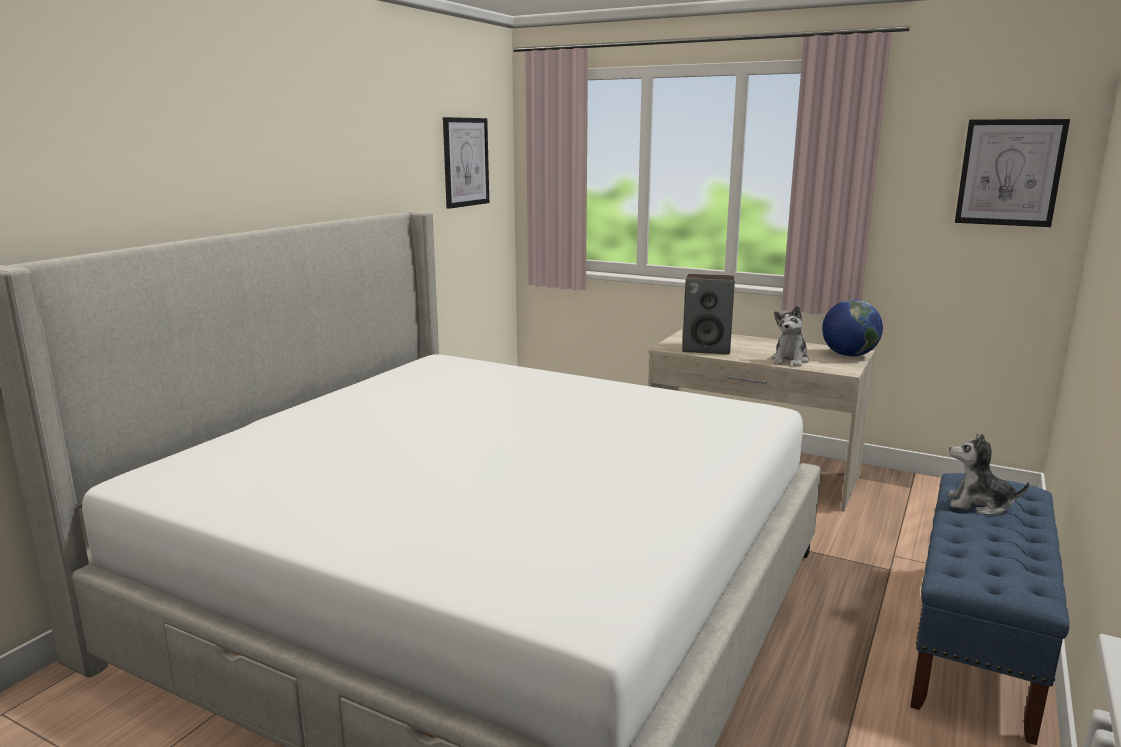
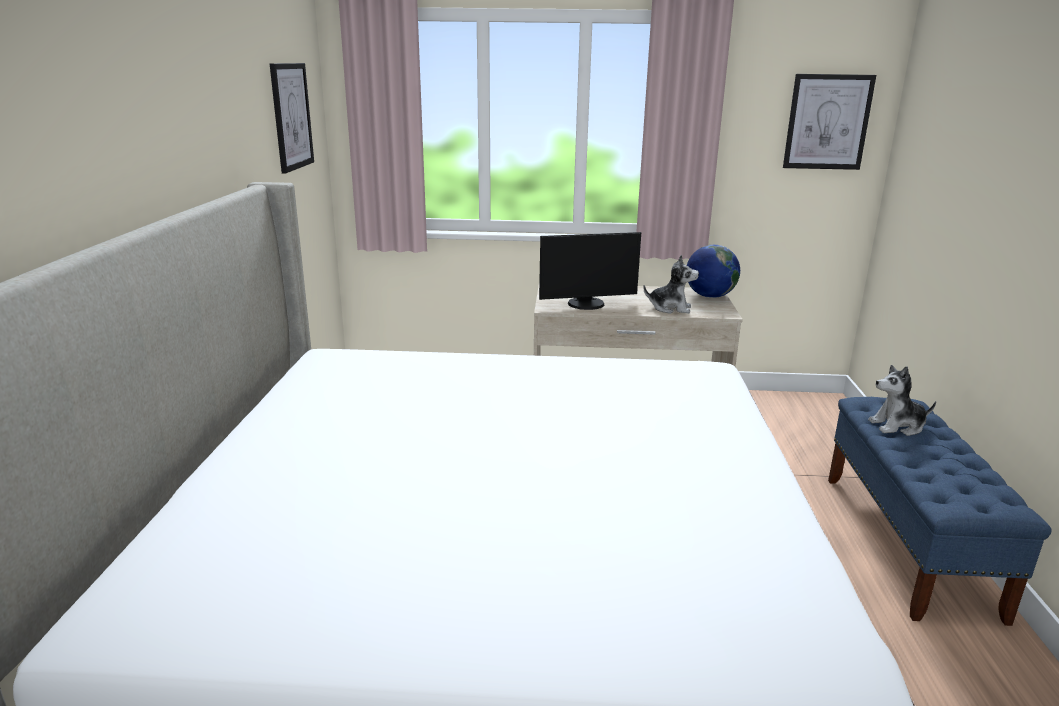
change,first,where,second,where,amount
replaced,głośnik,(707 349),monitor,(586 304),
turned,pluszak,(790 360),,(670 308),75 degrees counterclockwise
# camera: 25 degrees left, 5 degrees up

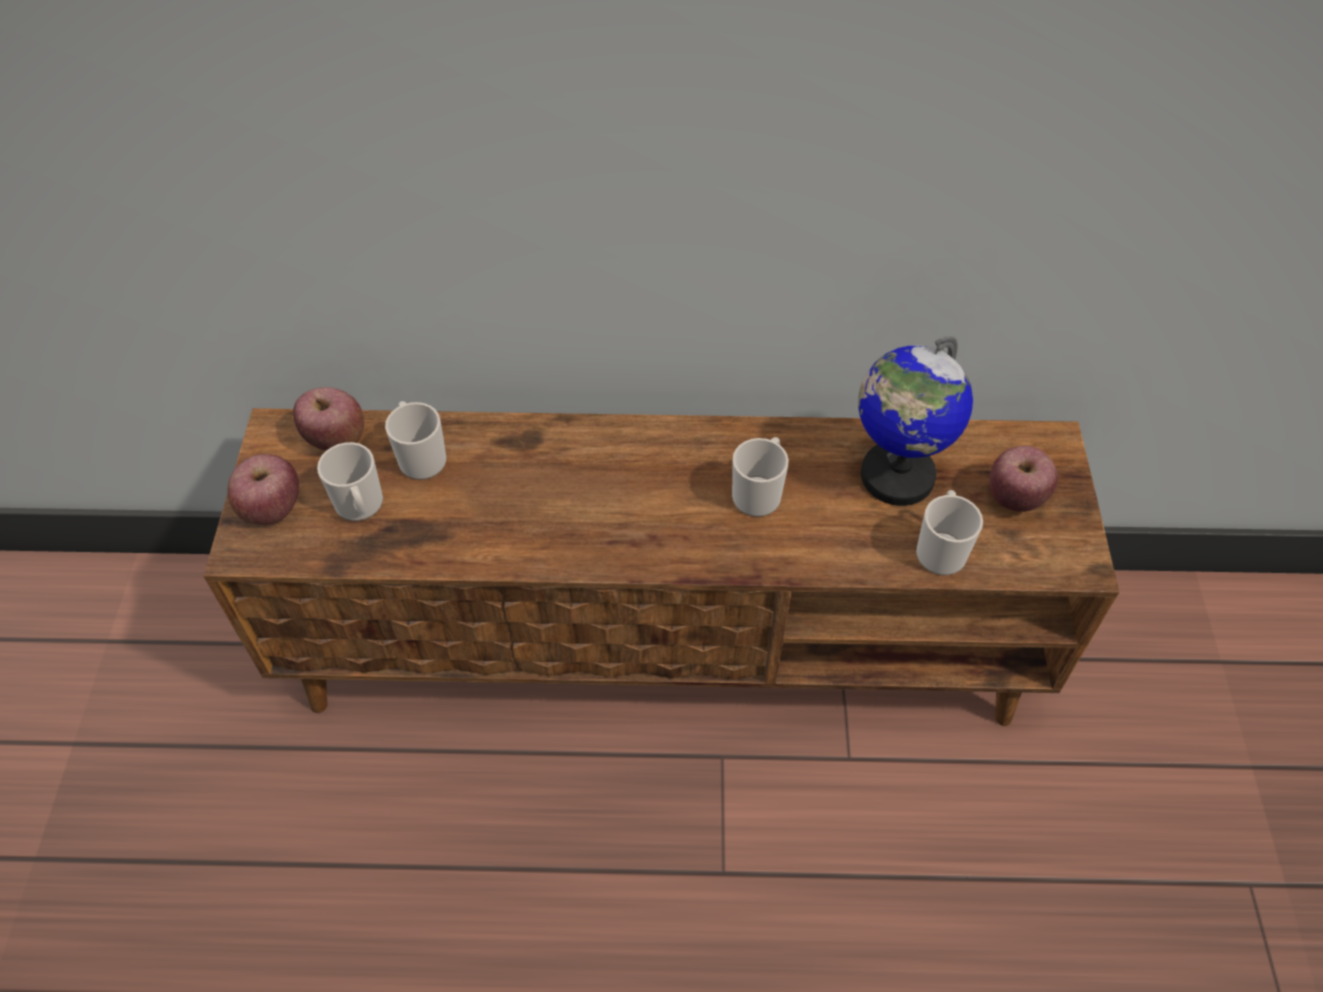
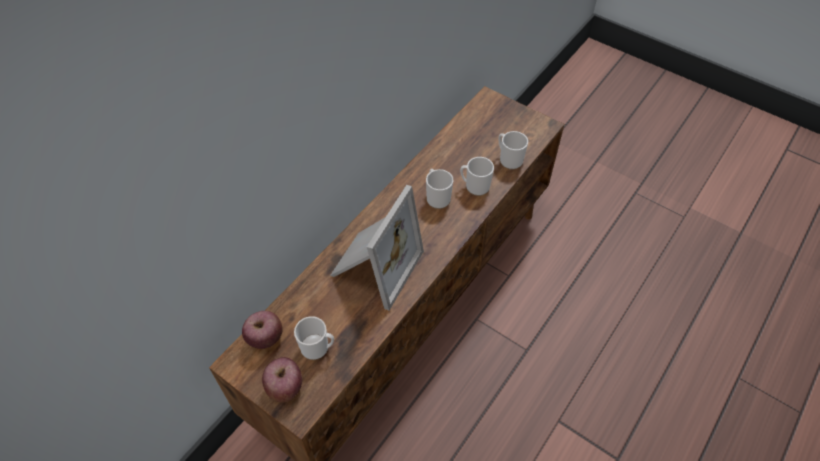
change,first,where,second,where,amount
added,,,ramka na zdjęcie,(374 266),
moved,kubek,(420 457),,(474 186),
removed,globus,(896 476),,,
removed,jabłko,(1015 498),,,
# camera: 55 degrees left, 0 degrees up

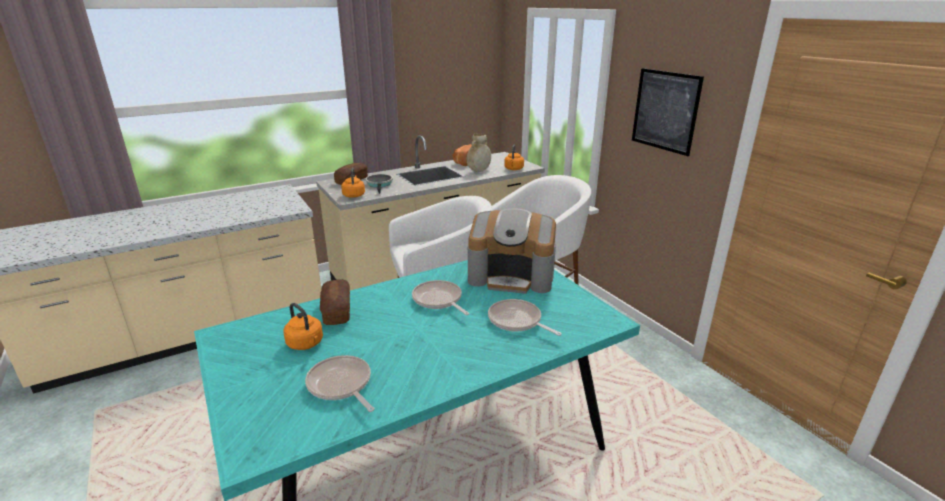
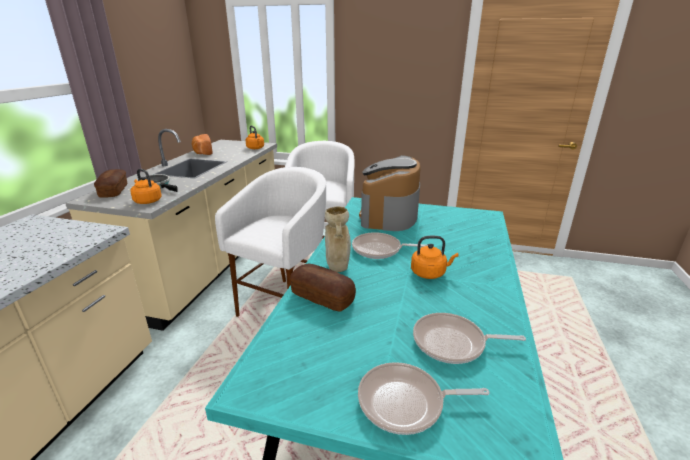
change,first,where,second,where,amount
moved,wazon [beżowy],(479 171),,(338 268),
moved,patelnia,(517 321),,(406 403),
turned,ekspres do kawy,(512 276),,(389 215),135 degrees clockwise
moved,czajnik [pomarańczowy],(306 344),,(430 273),
removed,obraz,(665 111),,,
# camera: 45 degrees left, 0 degrees up

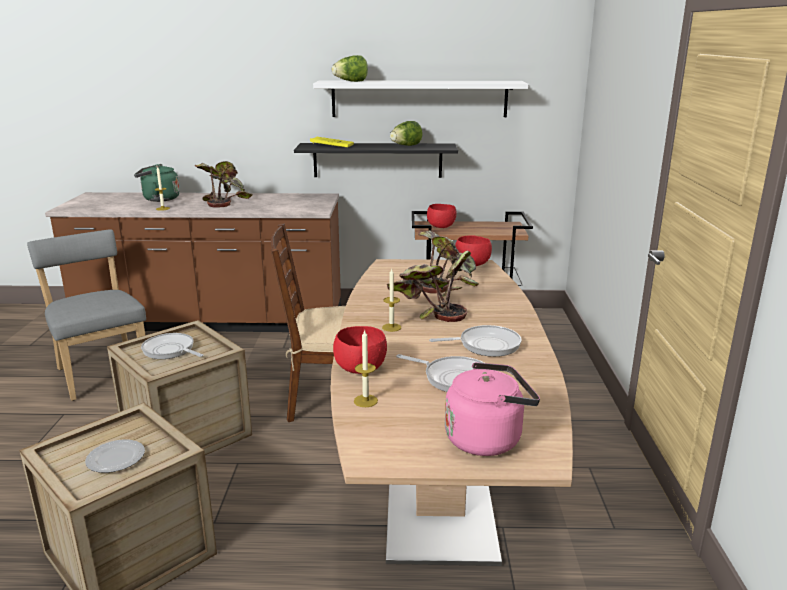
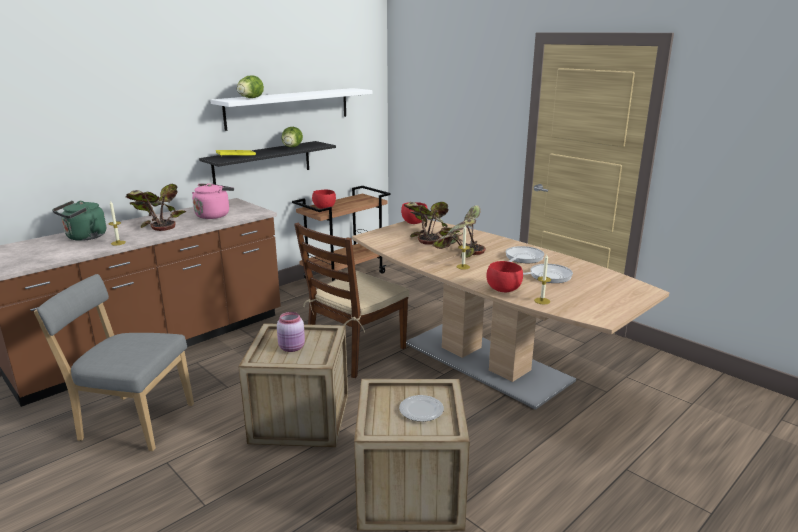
change,first,where,second,where,amount
moved,czajnik [różowy],(487 438),,(214 215),
replaced,patelnia,(170 350),słoik [różowy],(292 348),
# camera: 45 degrees left, 0 degrees up

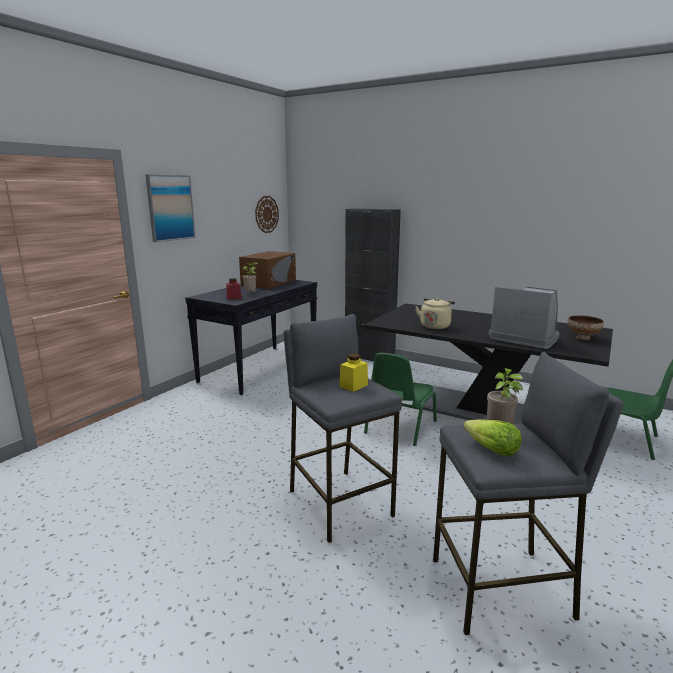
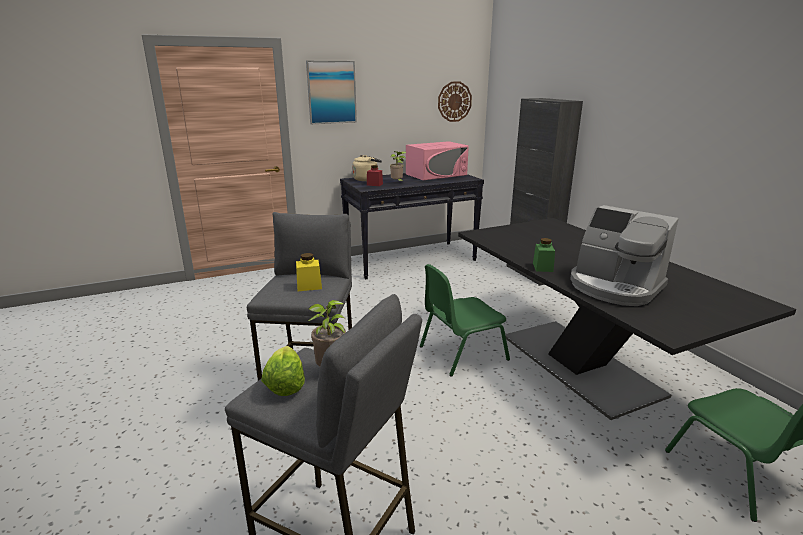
change,first,where,second,where,amount
moved,czajnik [beżowy],(435 326),,(366 179),
recoloured,mikrofalówka [brązowy],(269 282),mikrofalówka [różowy],(436 174),
added,,,słoik [zielony],(542 267),
turned,ekspres do kawy,(524 338),,(614 287),150 degrees clockwise
removed,miska,(583 338),,,
# camera: 35 degrees right, 5 degrees up

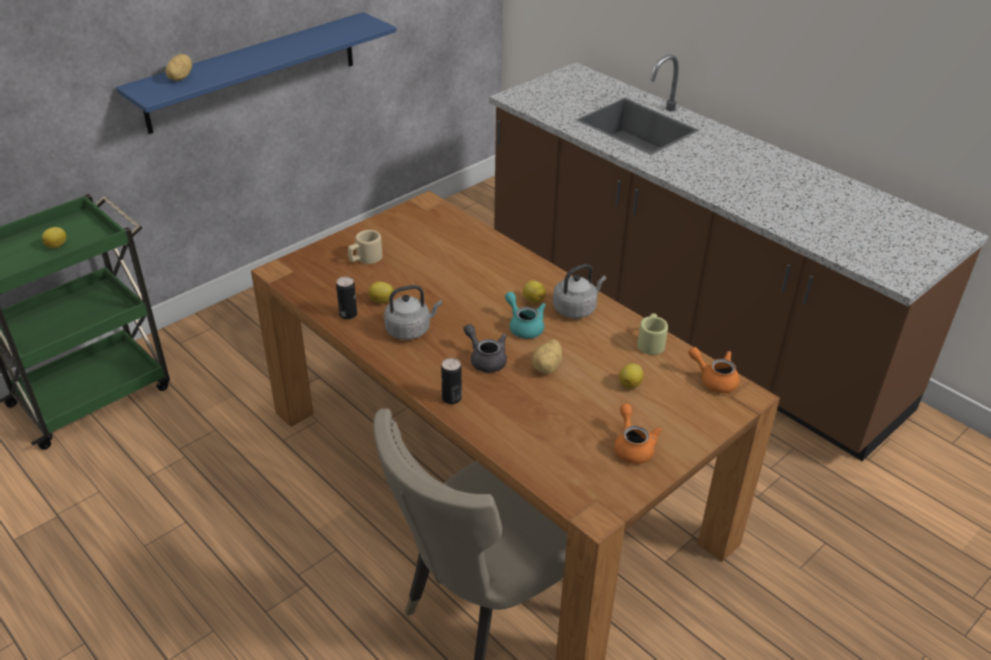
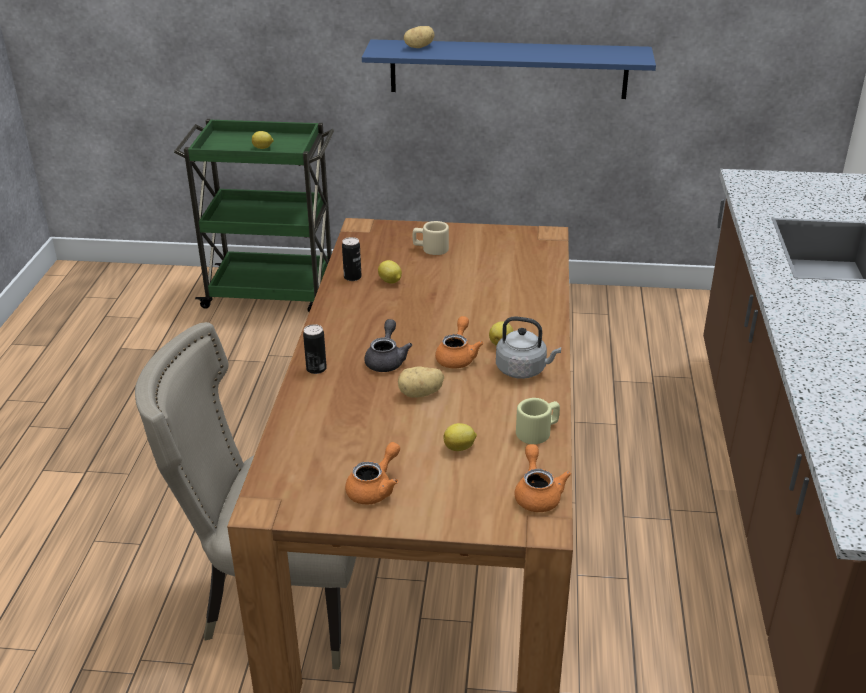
change,first,where,second,where,amount
recoloured,imbryk [turkusowy],(524 326),imbryk [pomarańczowy],(457 356),
removed,czajnik [szary],(410 330),,,
# camera: 50 degrees right, 5 degrees down

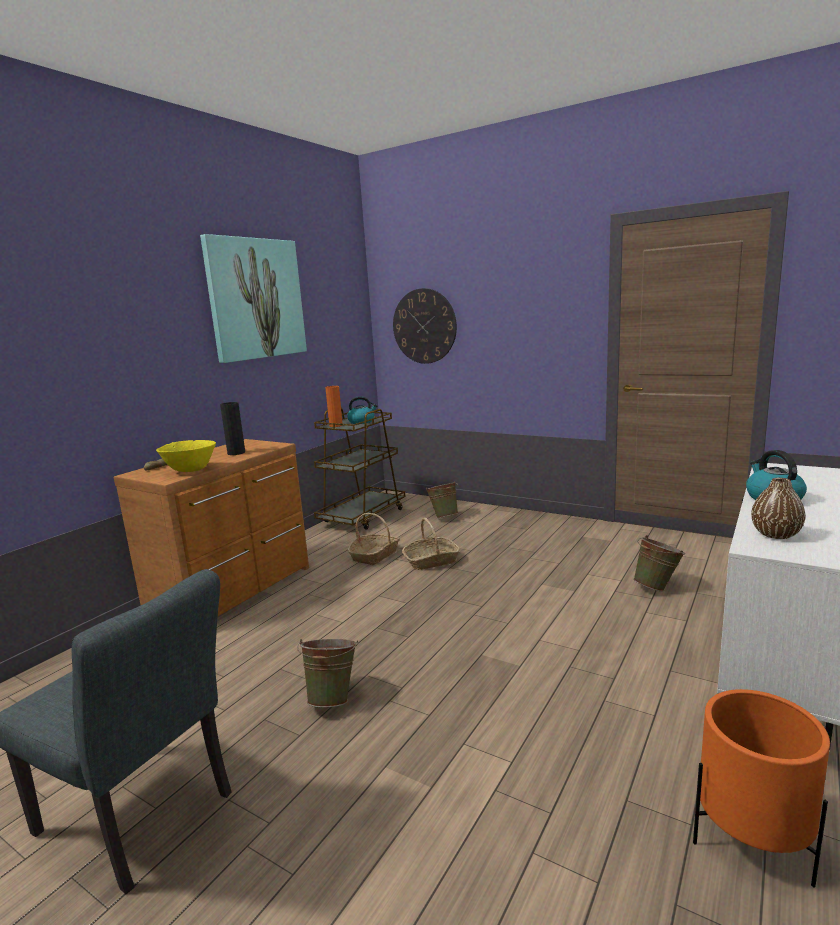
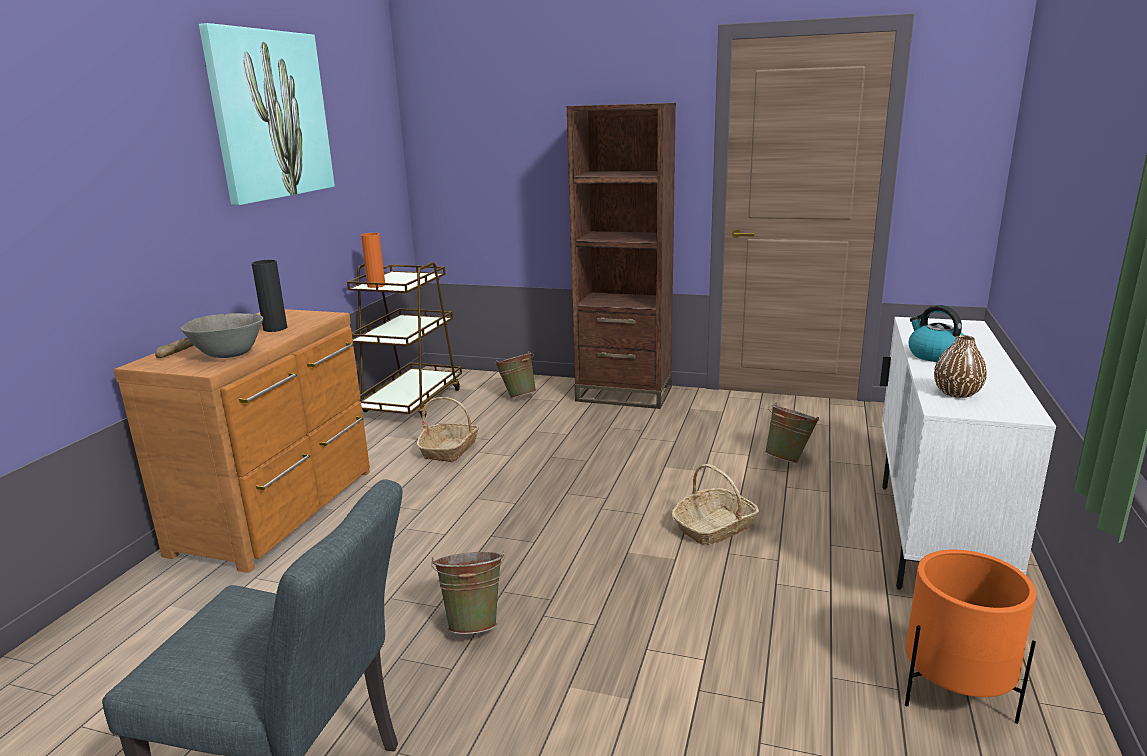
change,first,where,second,where,amount
recoloured,miska [żółty],(190 470),miska [szary],(228 355),
added,,,regał [brązowy],(624 394),
moved,koszyk,(431 561),,(714 527),
removed,czajnik,(361 421),,,
removed,zegar ścienny,(424 326),,,
# camera: 15 degrees left, 5 degrees up

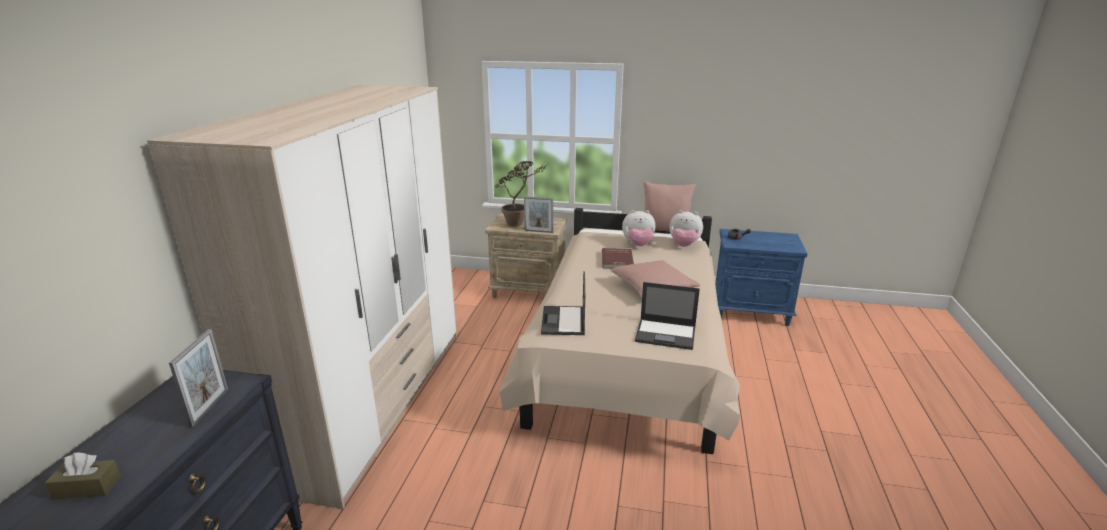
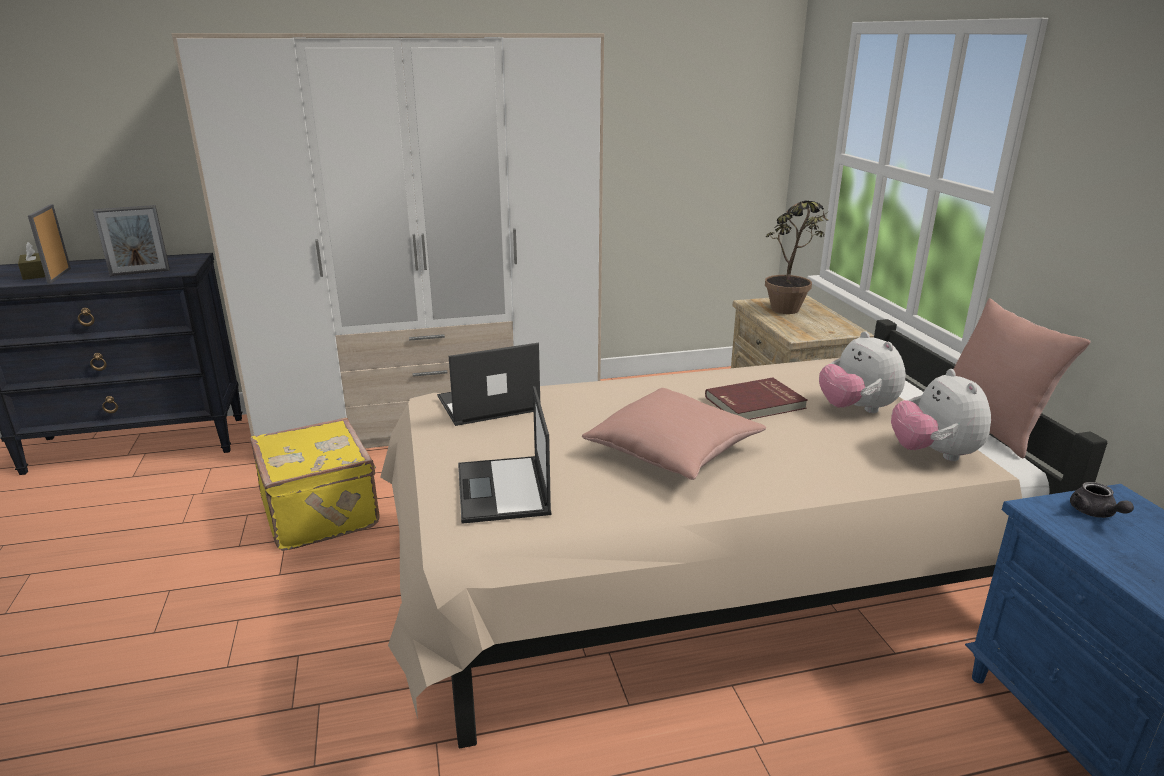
change,first,where,second,where,amount
moved,ramka na zdjęcie,(538 231),,(59 276),
added,,,walizka [żółty],(322 512),
# camera: 65 degrees right, 0 degrees up

